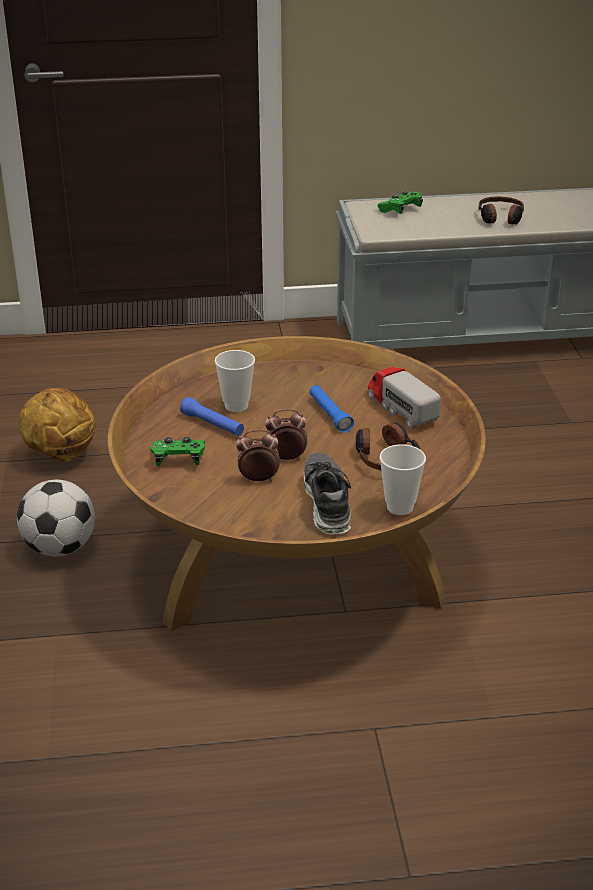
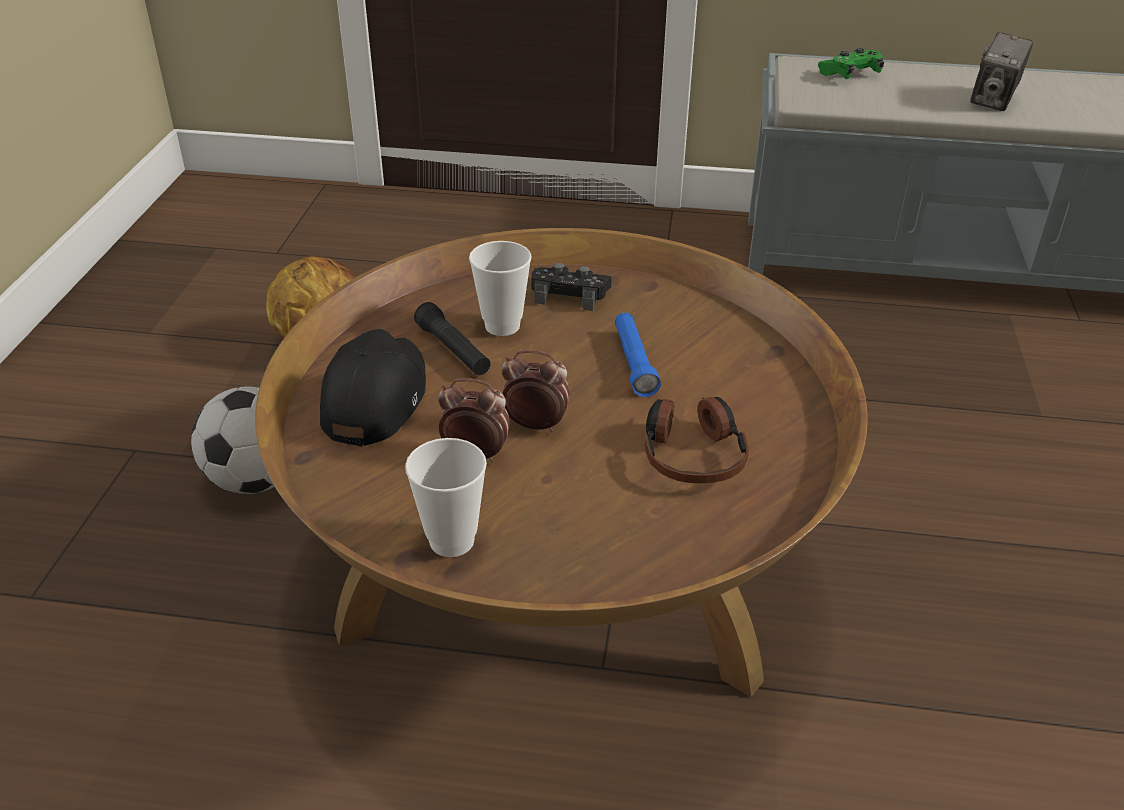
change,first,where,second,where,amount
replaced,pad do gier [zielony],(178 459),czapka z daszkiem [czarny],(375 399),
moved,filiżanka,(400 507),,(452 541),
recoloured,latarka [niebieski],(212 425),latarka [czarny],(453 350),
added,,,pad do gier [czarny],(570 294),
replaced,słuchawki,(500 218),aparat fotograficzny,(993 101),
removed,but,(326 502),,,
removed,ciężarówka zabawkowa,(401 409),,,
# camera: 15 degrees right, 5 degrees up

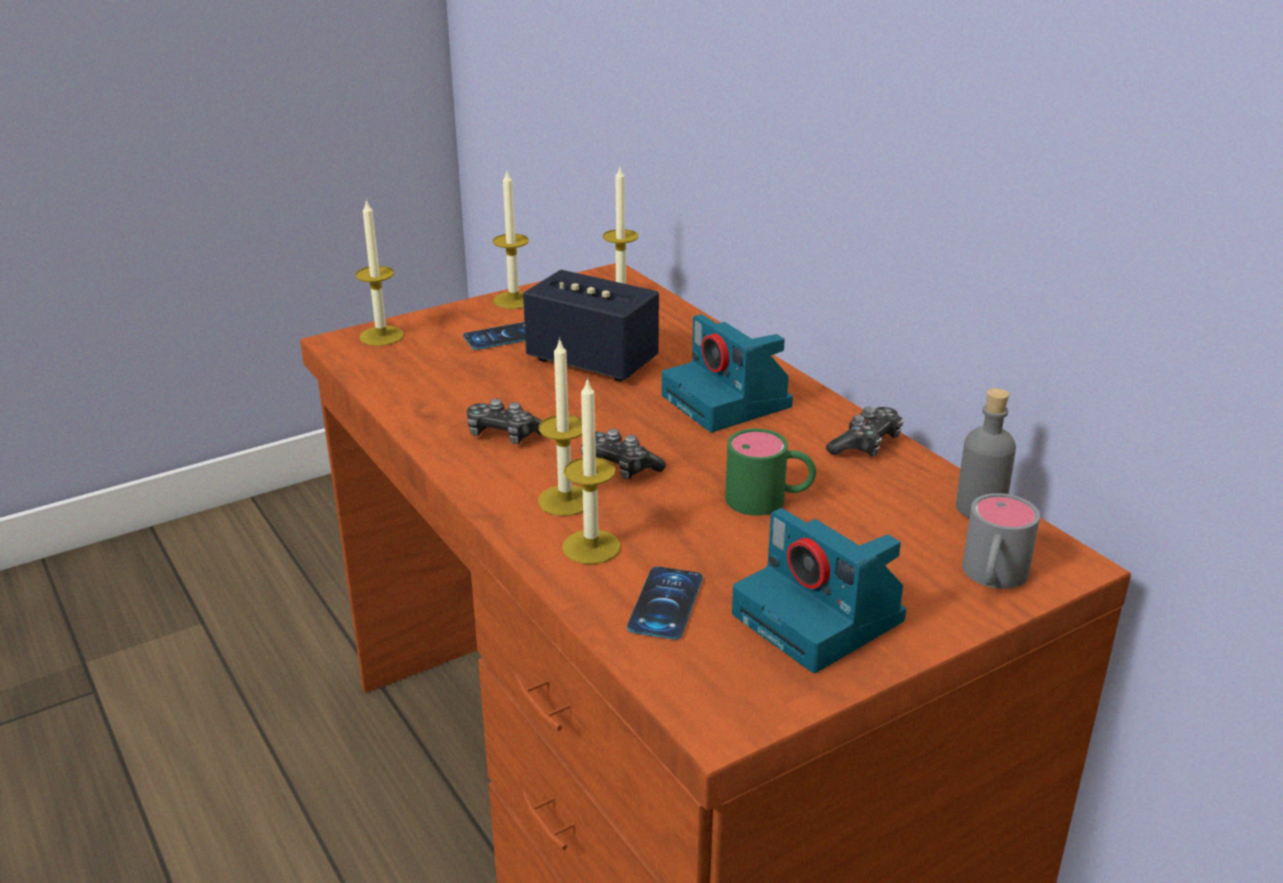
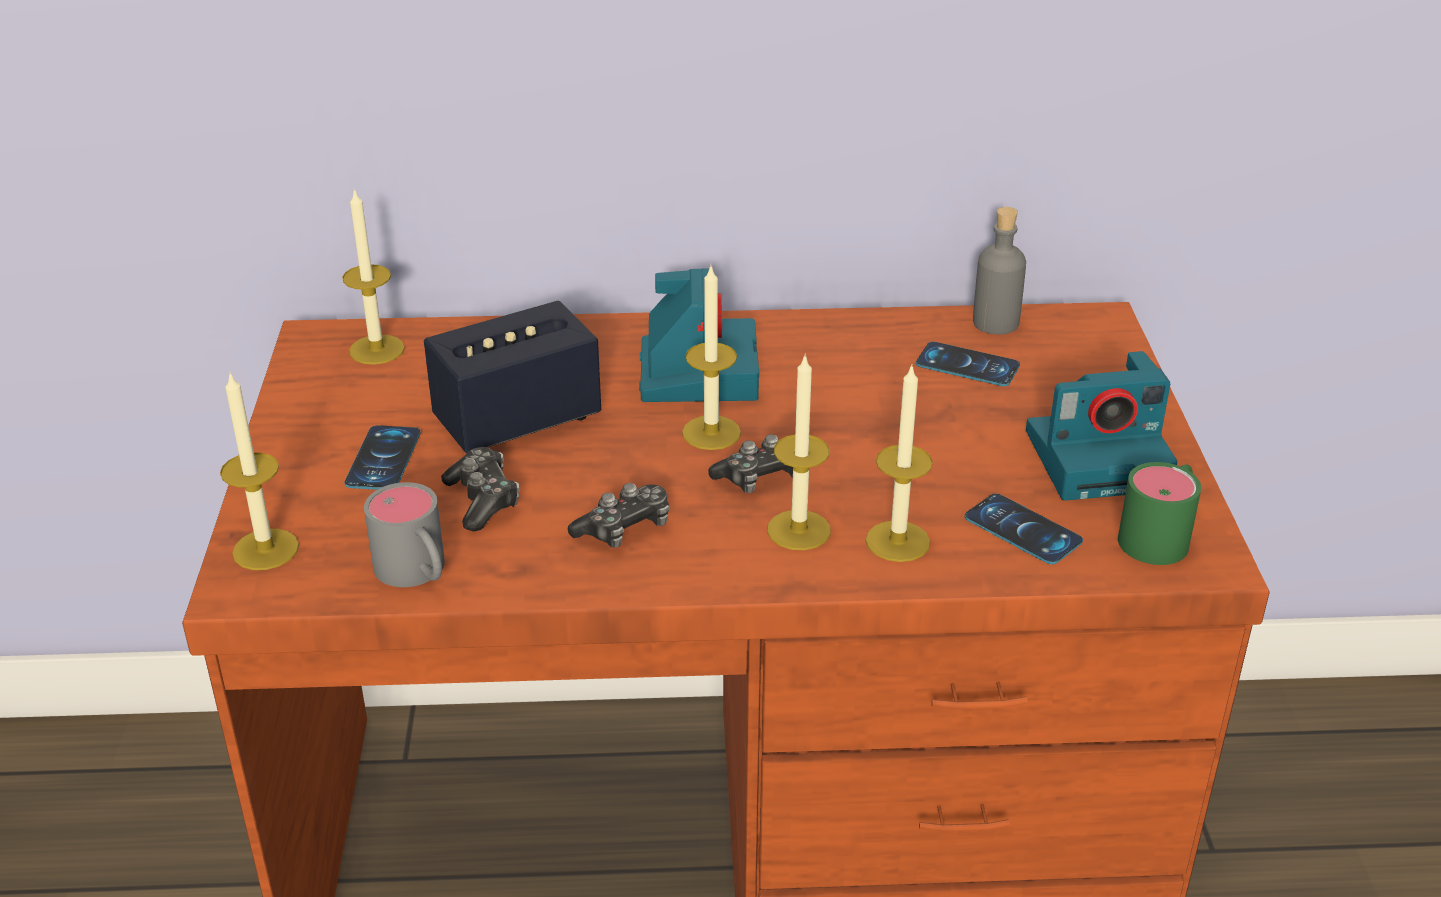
change,first,where,second,where,amount
moved,kubek [szary],(992 578),,(417 573),
moved,pad do gier,(866 444),,(483 500),
turned,aparat fotograficzny,(729 402),,(697 371),90 degrees counterclockwise
moved,świeca,(514 300),,(711 433),
added,,,telefon,(967 365),
moved,kubek [zielony],(769 500),,(1160 534),
# camera: 60 degrees left, 5 degrees up

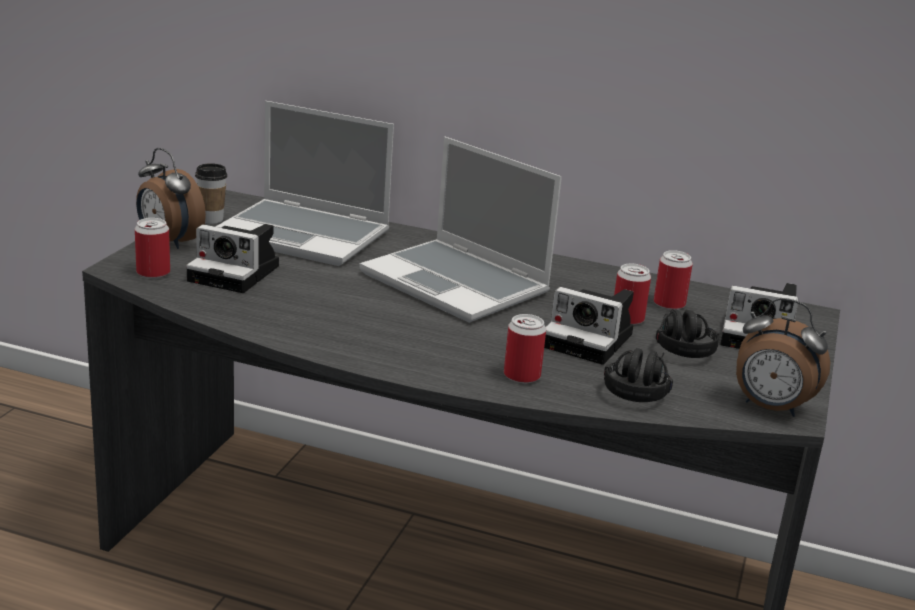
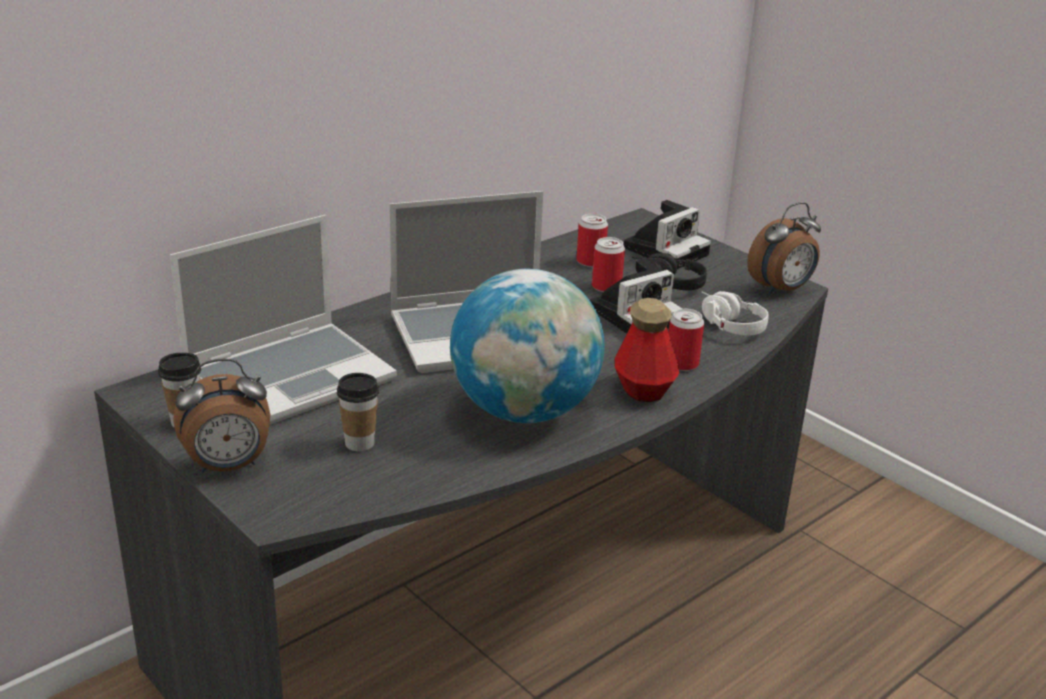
change,first,where,second,where,amount
replaced,aparat fotograficzny,(238 273),filiżanka,(359 443),
added,,,globus,(524 411),
added,,,butelka,(644 390),
recoloured,słuchawki [czarny],(638 386),słuchawki [biały],(725 324),
removed,puszka,(153 273),,,
# camera: 60 degrees left, 5 degrees up

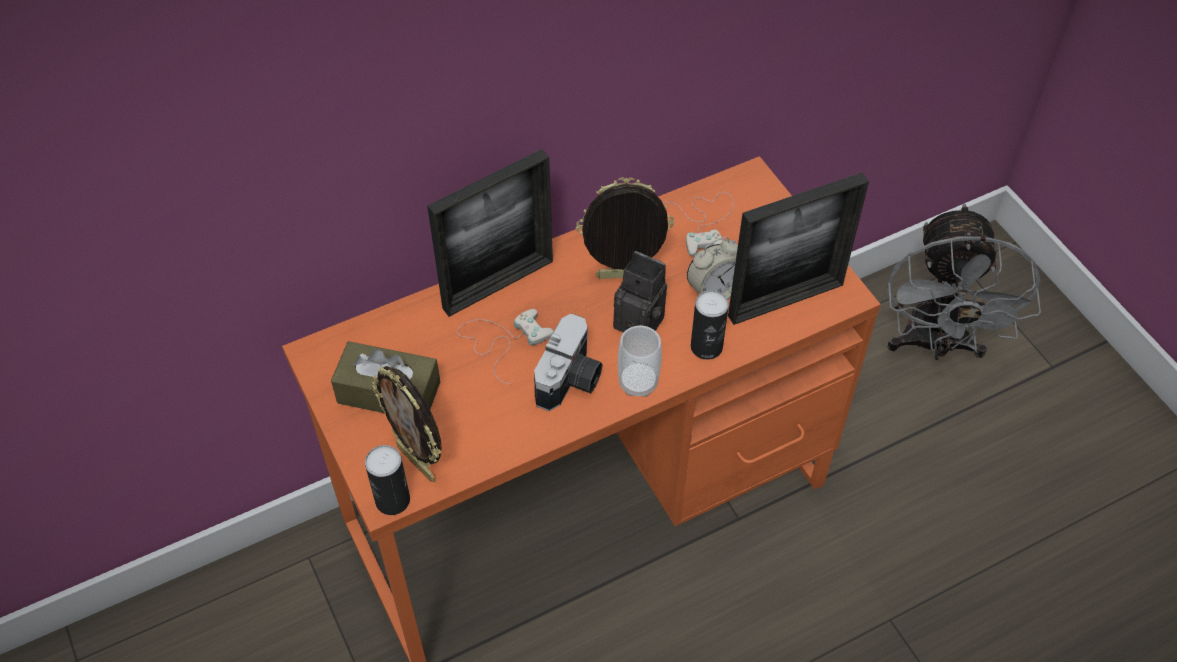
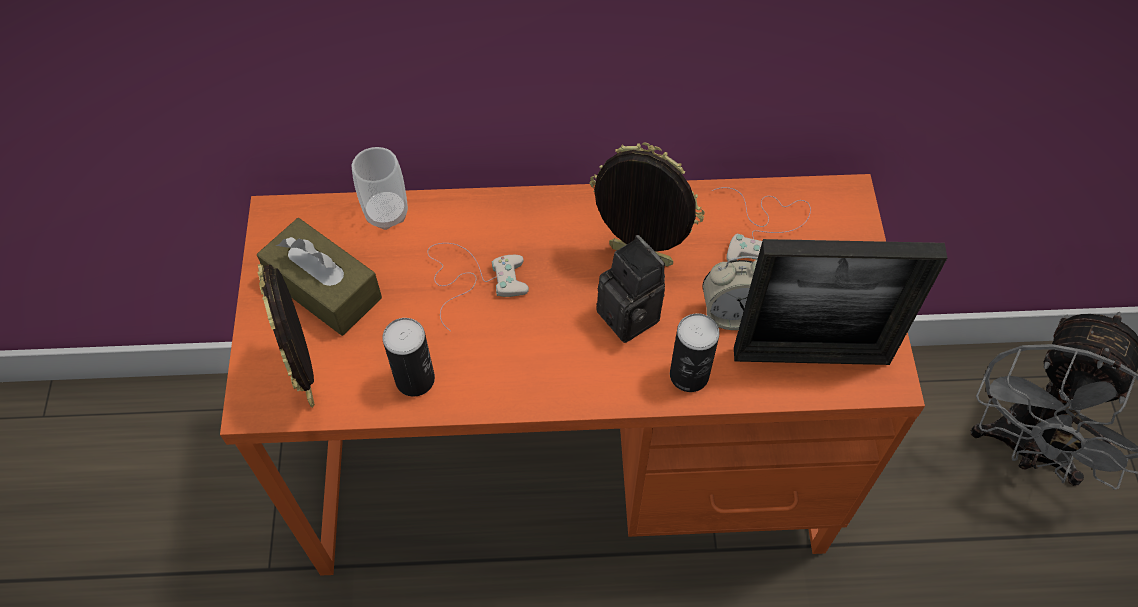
change,first,where,second,where,amount
moved,filiżanka,(638 383),,(386 213),
moved,puszka,(392 500),,(415 379),
removed,ramka na zdjęcie,(498 284),,,
removed,aparat fotograficzny,(571 380),,,
# camera: 25 degrees right, 5 degrees up

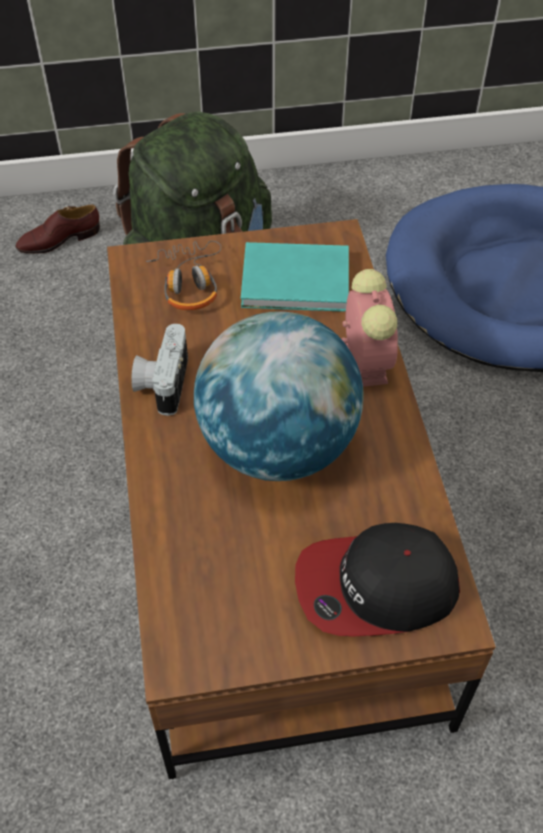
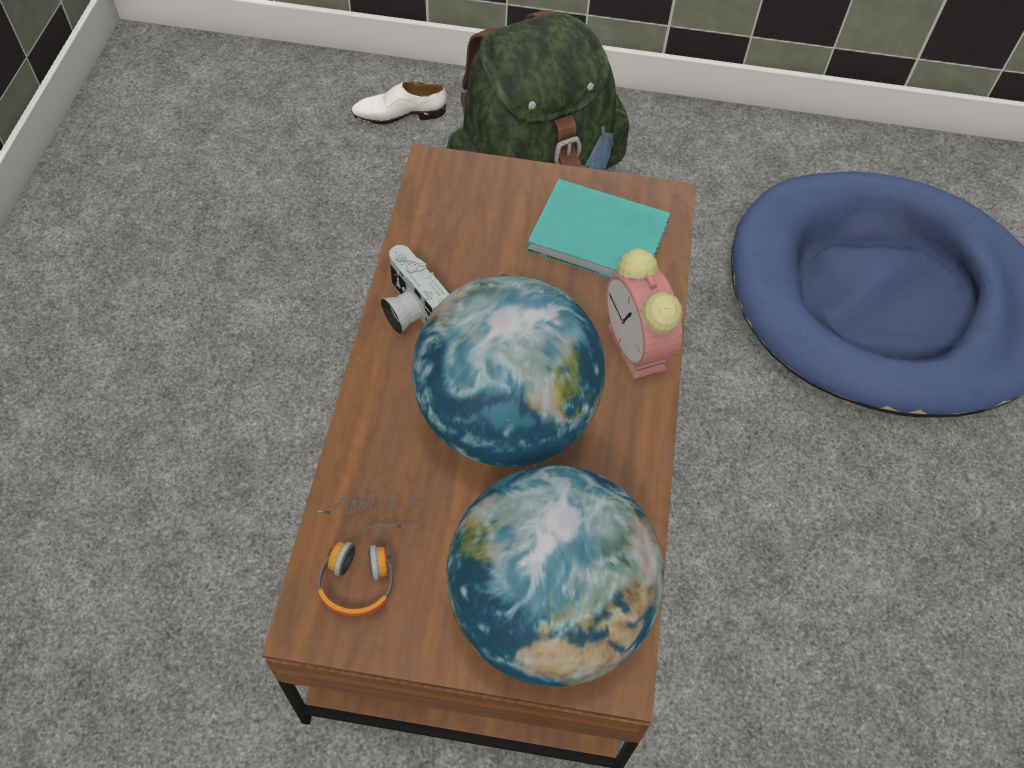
change,first,where,second,where,amount
moved,słuchawki,(189 283),,(365 559),
recoloured,but [brązowy],(59 240),but [biały],(399 114),
turned,aparat fotograficzny,(162 382),,(411 311),60 degrees counterclockwise
replaced,czapka z daszkiem,(375 587),globus,(547 611),
turned,budzik,(364 360),,(638 349),150 degrees clockwise
# camera: 15 degrees right, 5 degrees up

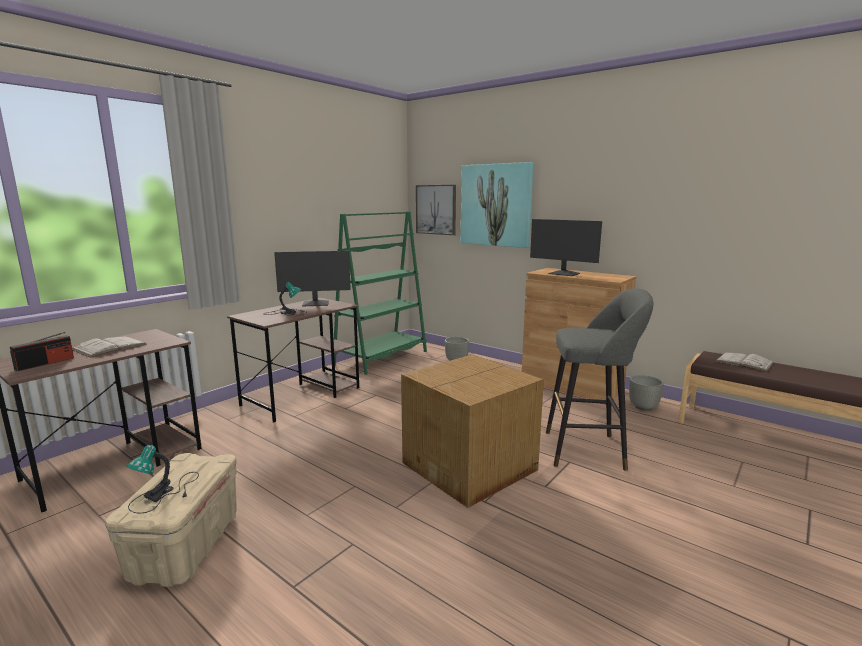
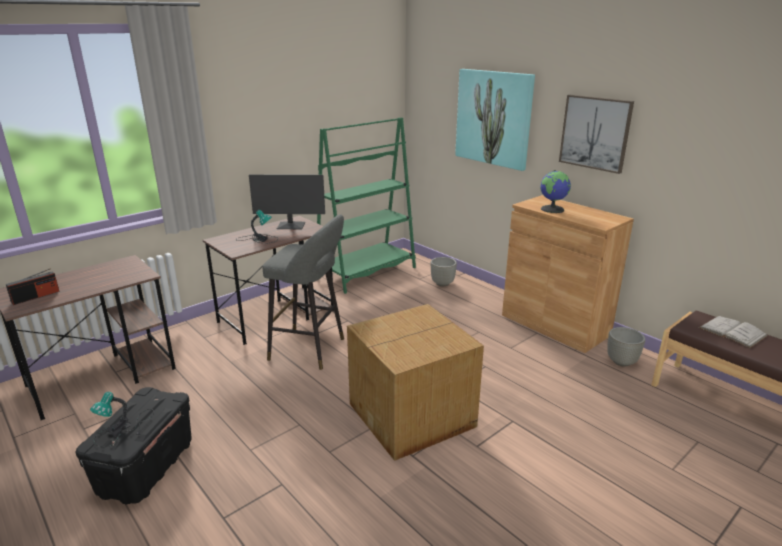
change,first,where,second,where,amount
recoloured,pojemnik do przechowywania [beżowy],(186 547),pojemnik do przechowywania [czarny],(147 468),
moved,stołek [szary],(589 450),,(311 349),
replaced,monitor,(564 274),globus,(552 209),
moved,obraz,(436 209),,(595 133),
removed,książka [biały],(109 347),,,
# camera: 10 degrees right, 10 degrees up

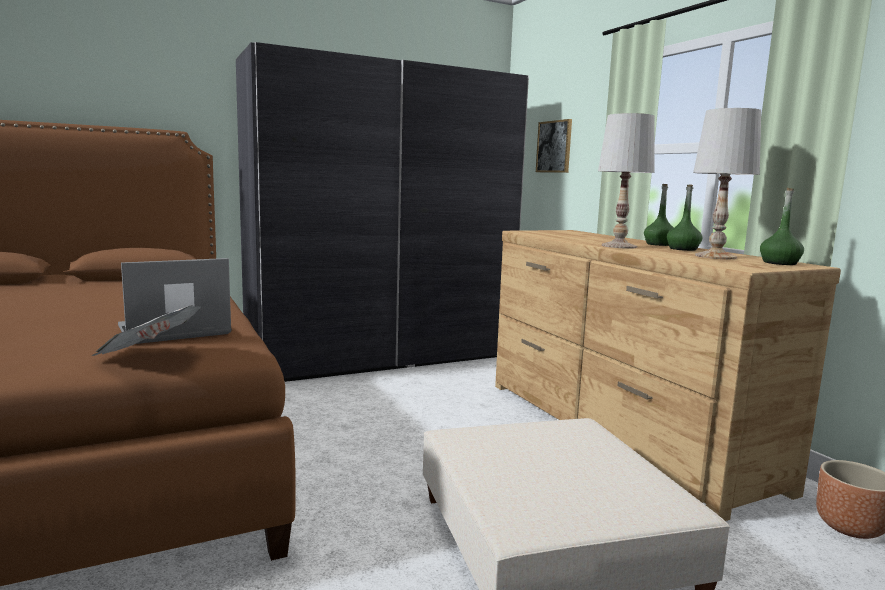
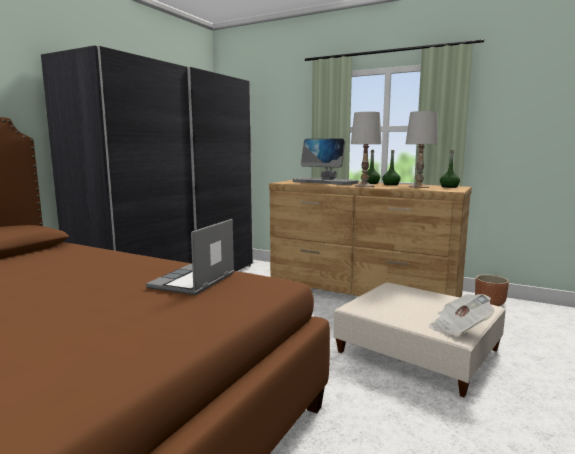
change,first,where,second,where,amount
added,,,monitor,(325 182),
moved,gazeta,(149 357),,(459 329),
removed,obraz,(554 146),,,
# camera: 35 degrees left, 0 degrees up

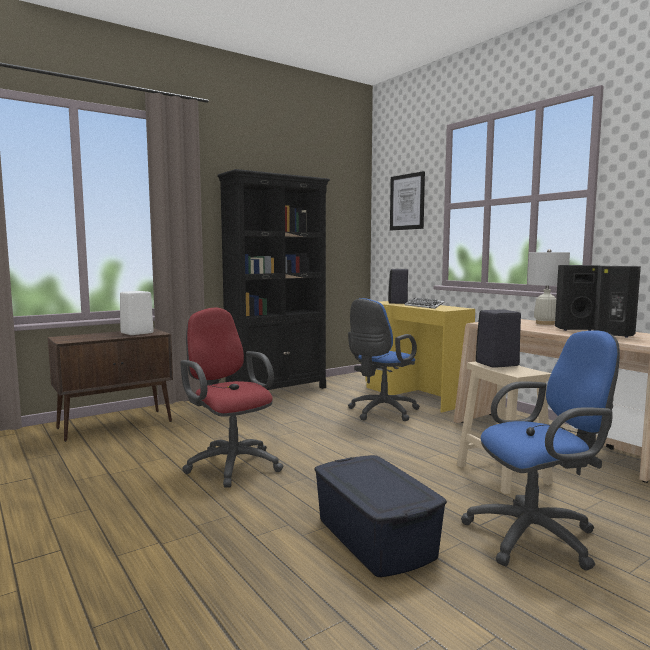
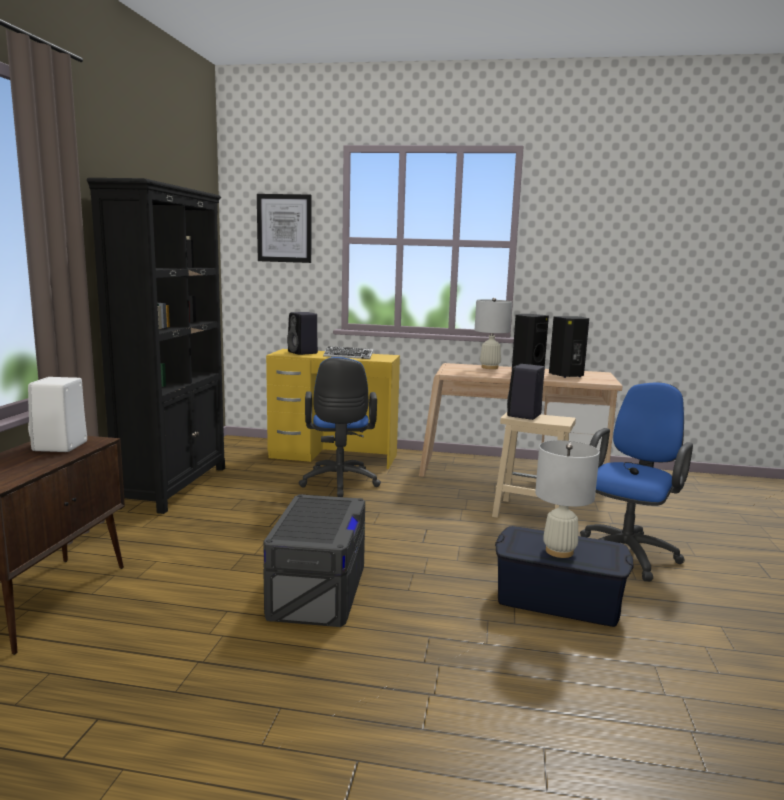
change,first,where,second,where,amount
replaced,krzesło biurowe [czerwony],(231 464),pojemnik do przechowywania [szary],(317 589),
added,,,lampa stołowa [biały],(559 551),
# camera: 45 degrees left, 5 degrees up

